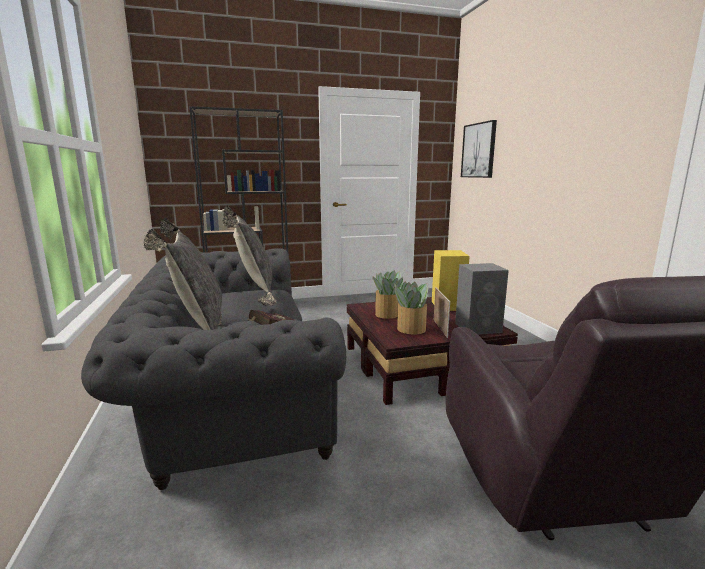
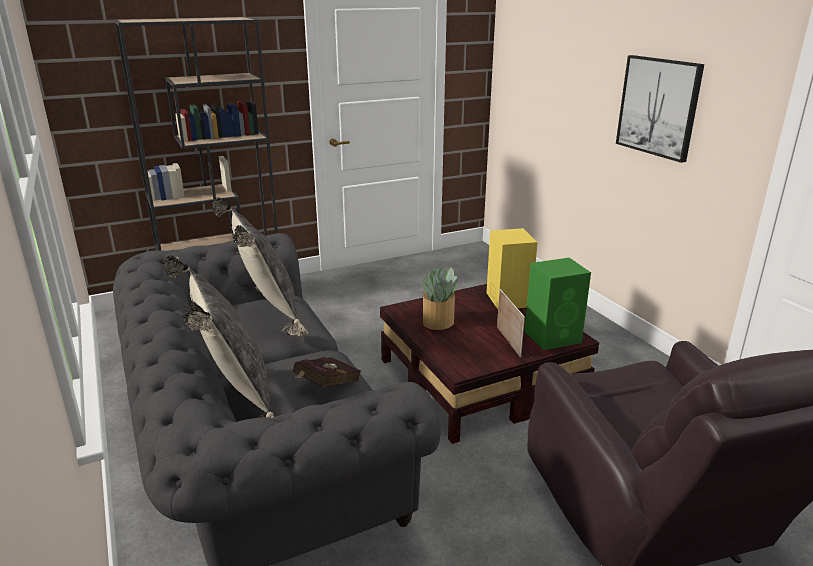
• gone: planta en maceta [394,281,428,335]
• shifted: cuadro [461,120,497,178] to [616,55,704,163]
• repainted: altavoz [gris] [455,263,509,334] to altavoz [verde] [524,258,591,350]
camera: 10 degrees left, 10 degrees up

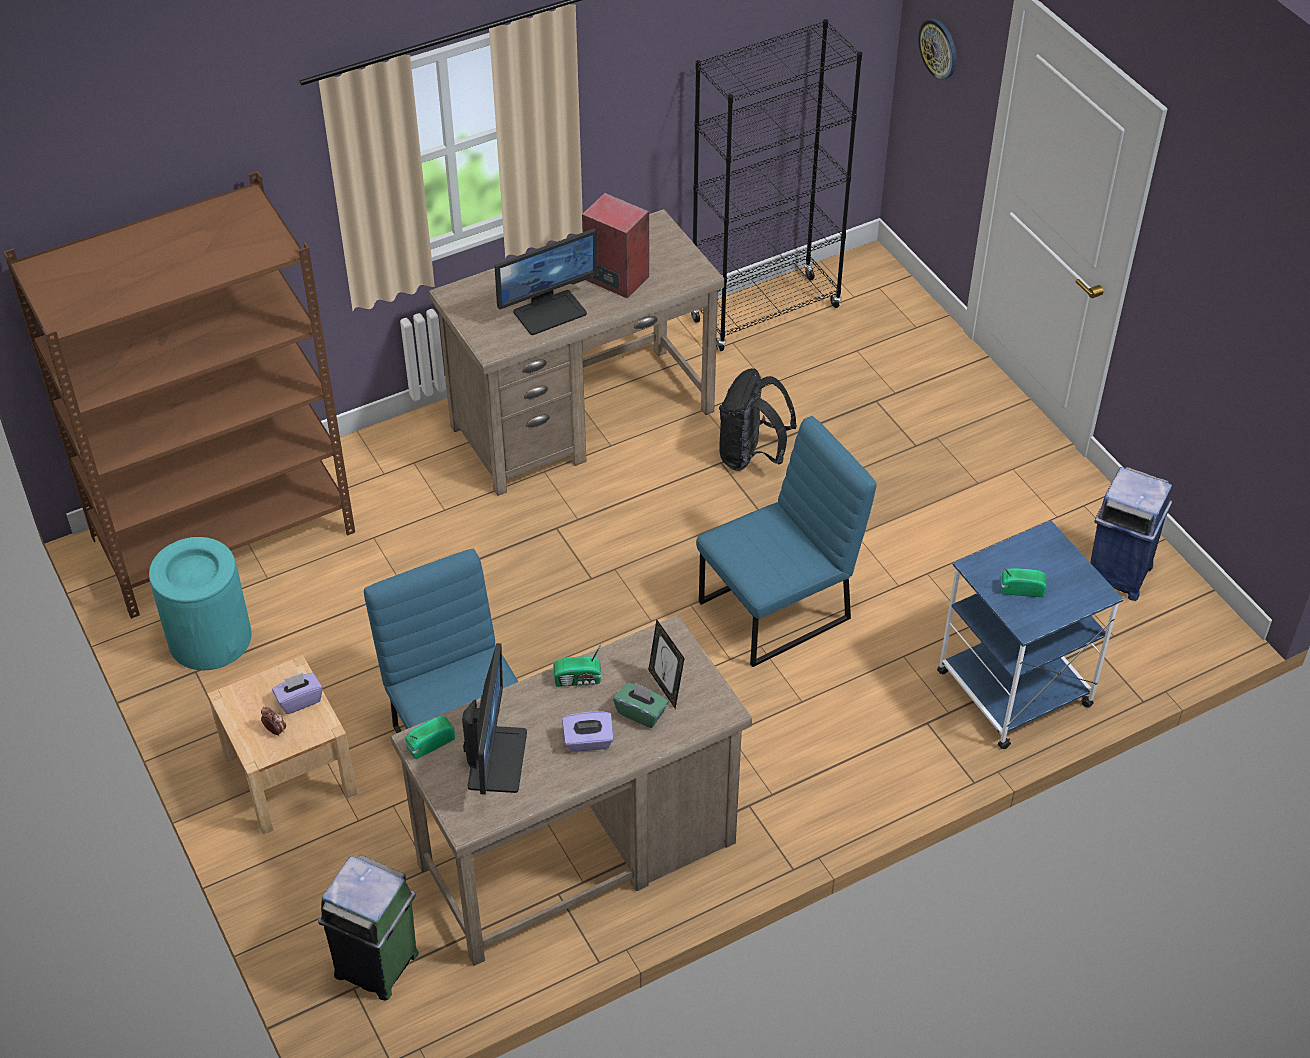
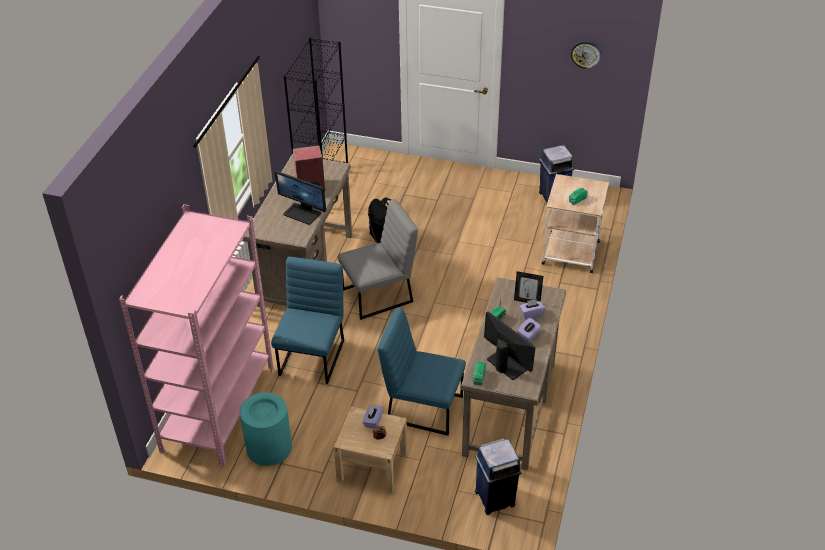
• new: silla [gris] [338,199,418,320]
• shifted: silla [azul] [696,416,877,667] to [271,257,344,384]
• shifted: reloj de pared [918,19,956,80] to [571,41,601,69]
• repainted: estantería [marrón] [4,171,355,619] to estantería [rosa] [119,204,274,467]
• repainted: papelera [verde] [318,855,419,1001] to papelera [azul] [475,438,522,515]
• repainted: caja de pañuelos [verde] [613,682,669,728] to caja de pañuelos [morado] [519,299,545,320]
• repainted: carrito [azul] [937,520,1123,749] to carrito [beis] [542,174,609,273]
• rotated: monitor [495,229,597,335] = [275,171,326,225] 105 degrees clockwise
camera: 45 degrees left, 5 degrees down

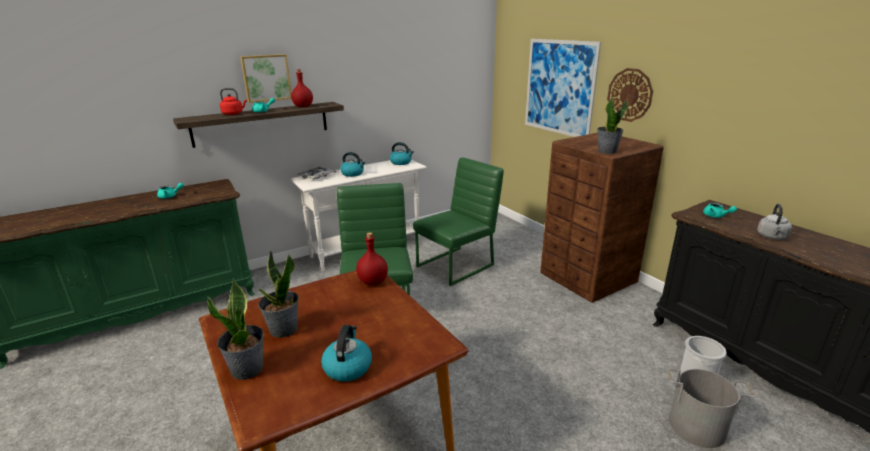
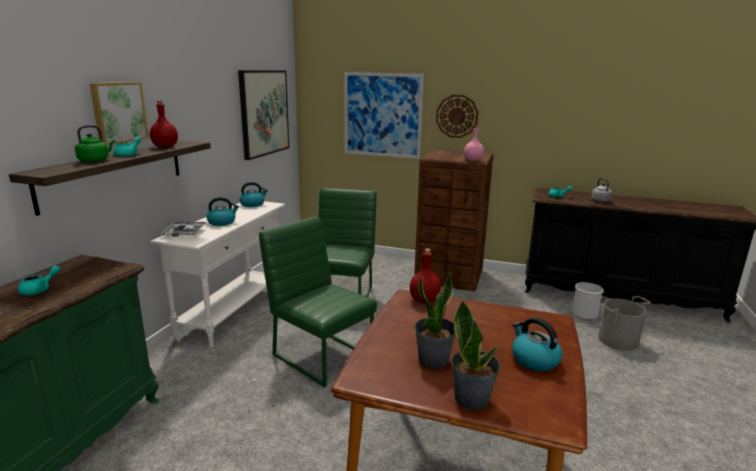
• new: cuadro [238,70,289,160]
• swapped: planta en maceta [597,97,628,154] to botella [rosa] [464,126,484,161]
• repainted: hervidor [rojo] [220,88,247,115] to hervidor [verde] [75,125,115,162]
camera: 40 degrees left, 5 degrees down

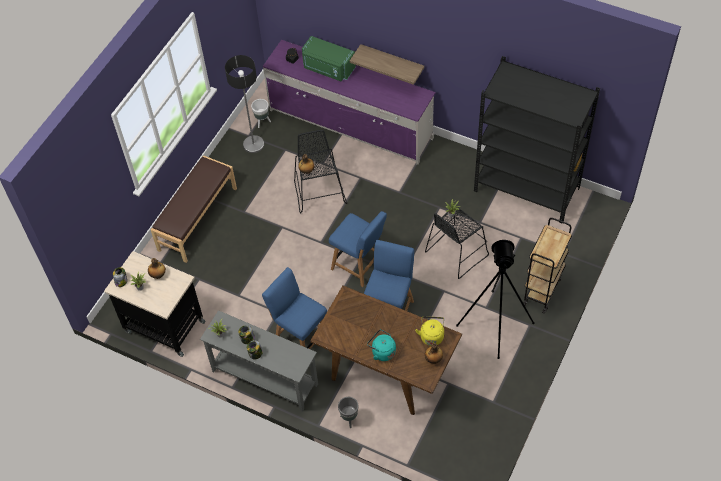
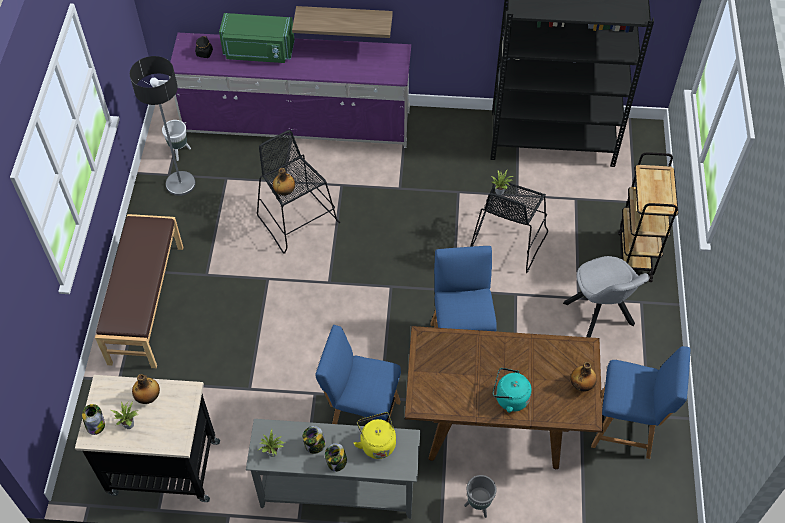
• shifted: silla [azul] [329,211,387,287] to [591,346,690,459]
• shifted: hervidor [amarillo] [415,316,444,346] to [354,412,396,459]
• swapped: lámpara de pie [negro] [456,240,535,359] to silla [gris] [563,256,650,338]
camera: 25 degrees left, 0 degrees up

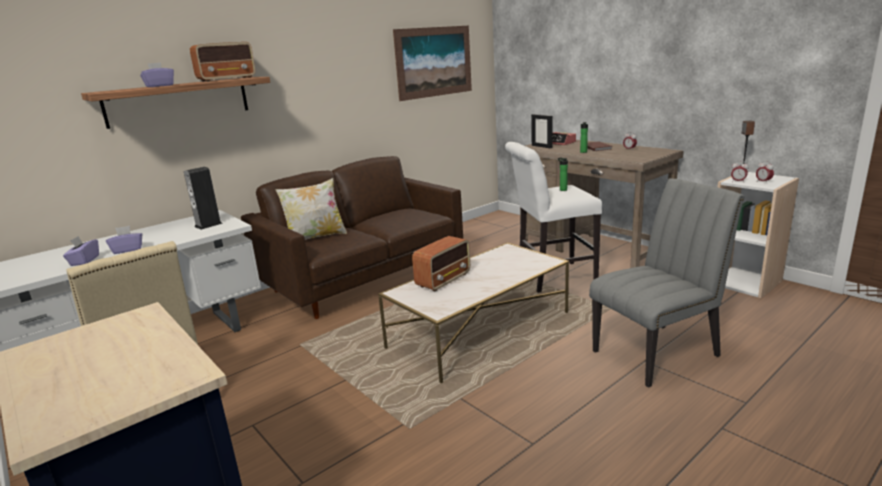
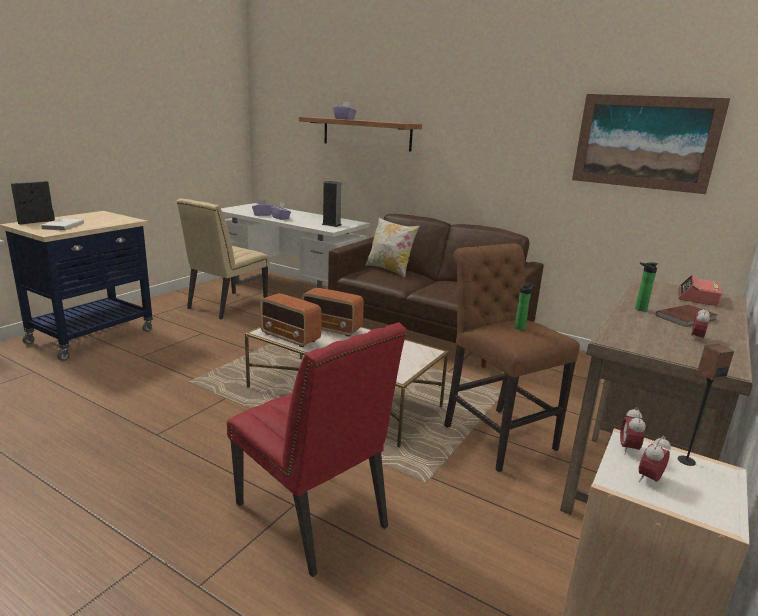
• new: libro [blanco] [42,218,84,231]
• shifted: radio [190,42,255,82] to [260,293,322,347]
• shifted: portarretratos [531,114,553,148] to [11,181,55,225]
• repainted: taburete [blanco] [505,142,602,293] to taburete [marrón] [444,243,580,472]
• repainted: silla [gris] [589,178,745,388] to silla [rojo] [227,322,407,577]
camera: 70 degrees right, 0 degrees up

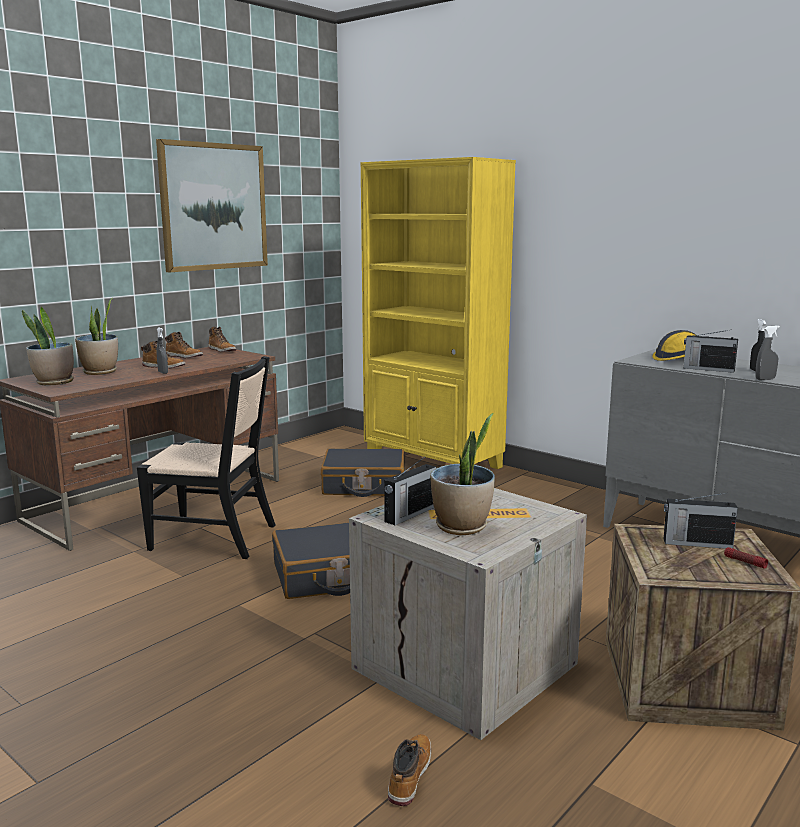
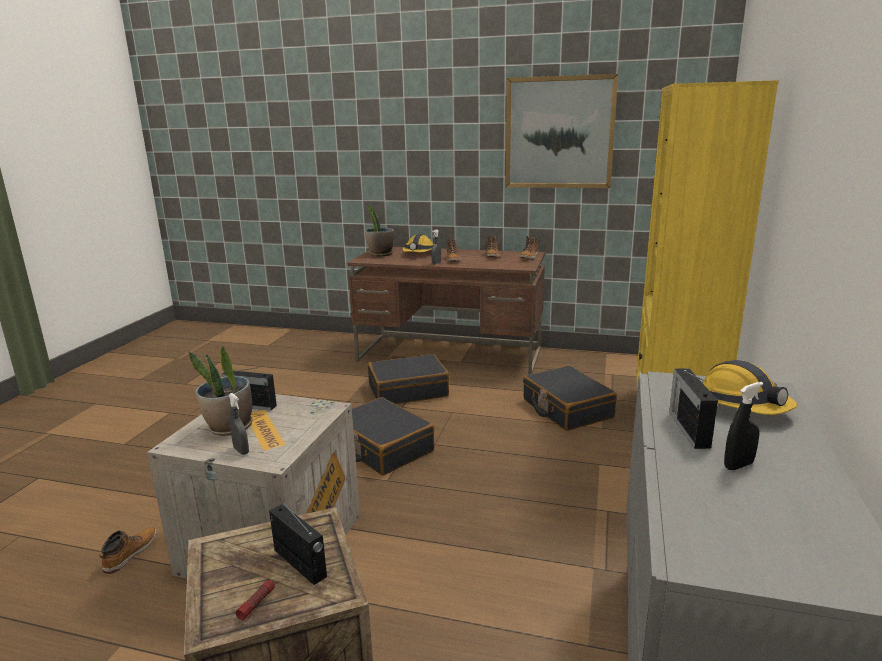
• shifted: pulverizador [gris] [756,326,780,380] to [229,393,249,455]
• swapped: planta en maceta [75,298,118,375] to casco [403,234,434,252]
• swapped: silla [137,356,276,559] to maleta [negro] [368,354,449,404]
• rotated: bota [388,734,431,806] = [99,527,157,574] 60 degrees counterclockwise
• rotated: radio [664,493,738,549] = [269,499,327,585] 150 degrees clockwise
camera: 65 degrees right, 5 degrees up

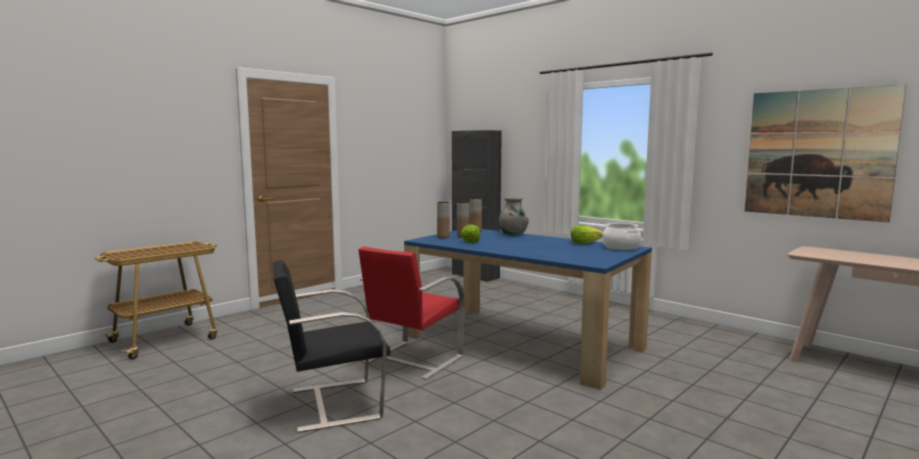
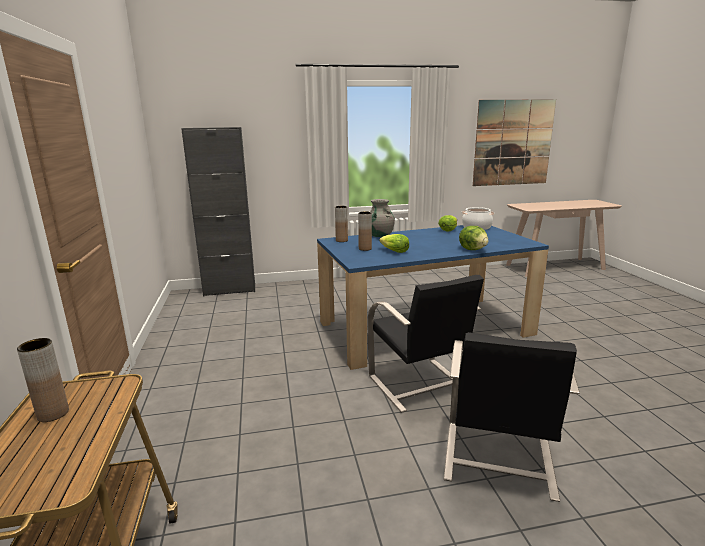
• new: lechuga [459,226,488,250]
• shifted: florero [marrón] [437,202,450,238] to [17,338,69,422]
• repainted: silla [rojo] [358,247,465,380] to silla [negro] [367,275,484,413]
camera: 55 degrees left, 10 degrees up

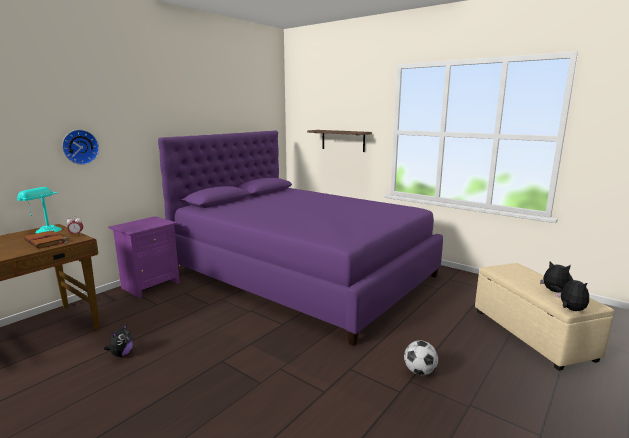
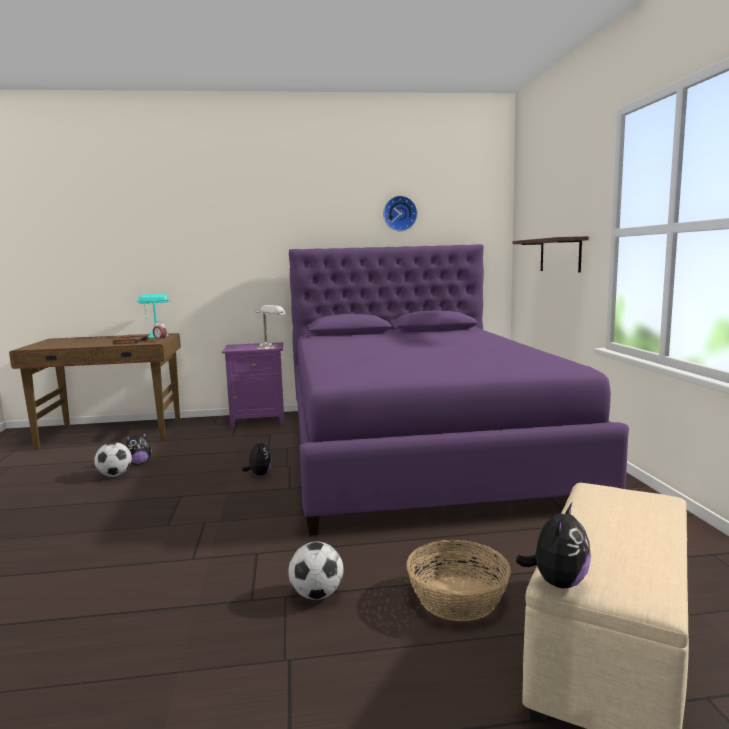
• new: balón de fútbol [94,442,132,477]
• new: lámpara de mesa [blanco] [255,305,286,349]
• new: cesta [406,540,511,621]
• shifted: reloj de pared [62,130,99,165] to [383,196,418,232]
• shifted: peluche [540,261,571,292] to [242,439,272,475]
camera: 45 degrees right, 5 degrees down

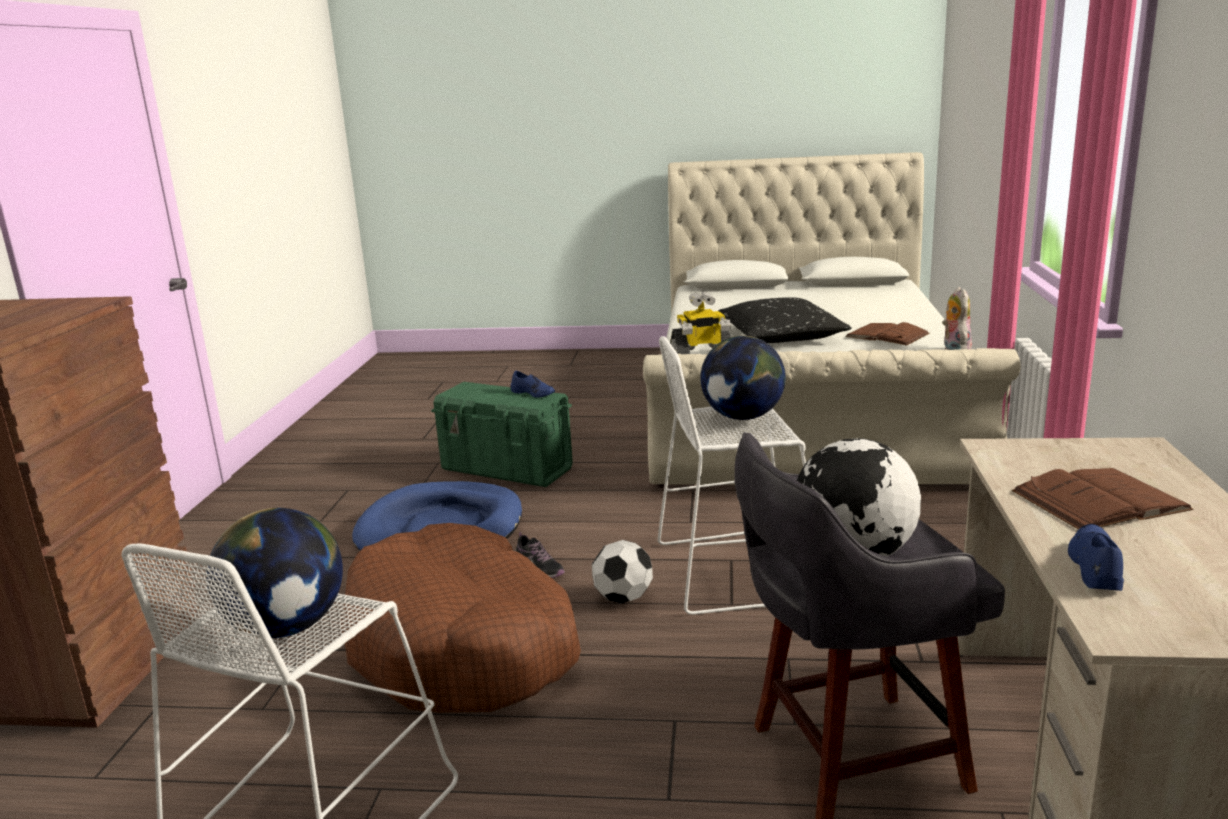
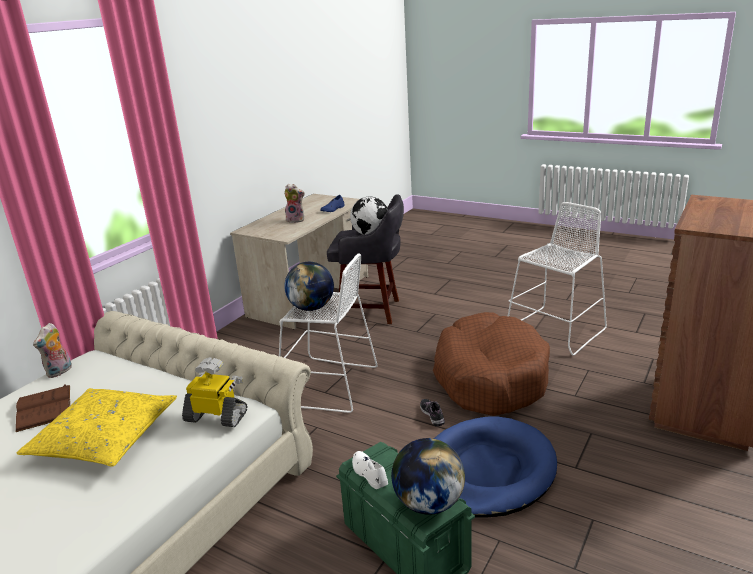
• gone: balón de fútbol [592,540,653,604]
• shifted: globo terráqueo [206,508,343,638] to [391,438,465,515]
• swapped: libro [marrón] [1012,468,1193,530] to peluche [284,184,305,223]
• repainted: zapato [azul] [511,371,555,398] to zapato [blanco] [352,451,388,489]
• repainted: cojín [negro] [718,297,852,343] to cojín [amarillo] [17,388,177,467]
camera: 155 degrees left, 5 degrees up

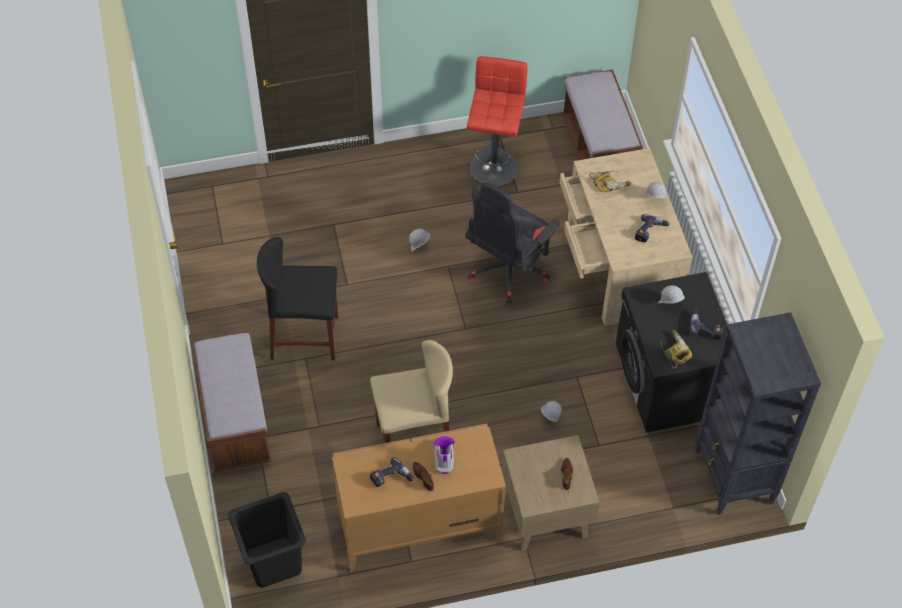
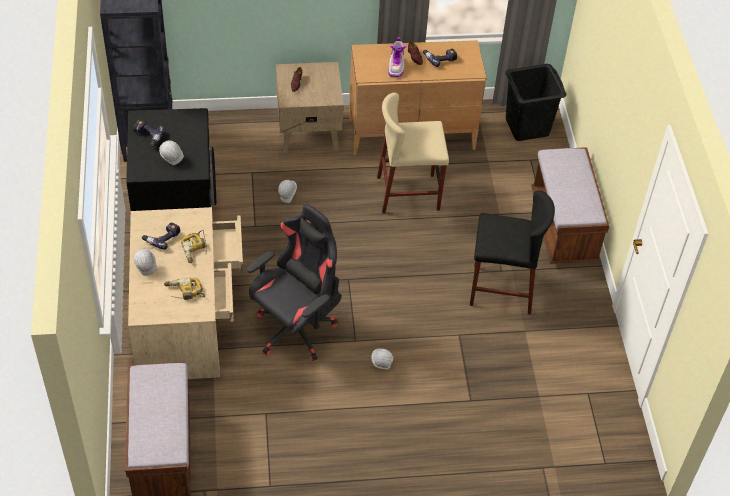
• gone: taburete [rojo] [467,56,528,186]
• shifted: taladro [661,330,692,369] to [181,230,207,263]
camera: 175 degrees left, 5 degrees down

